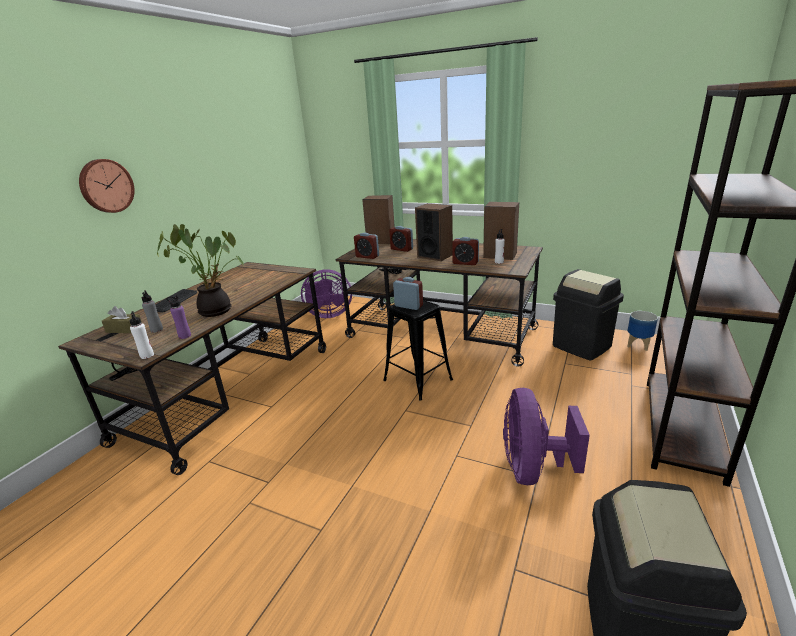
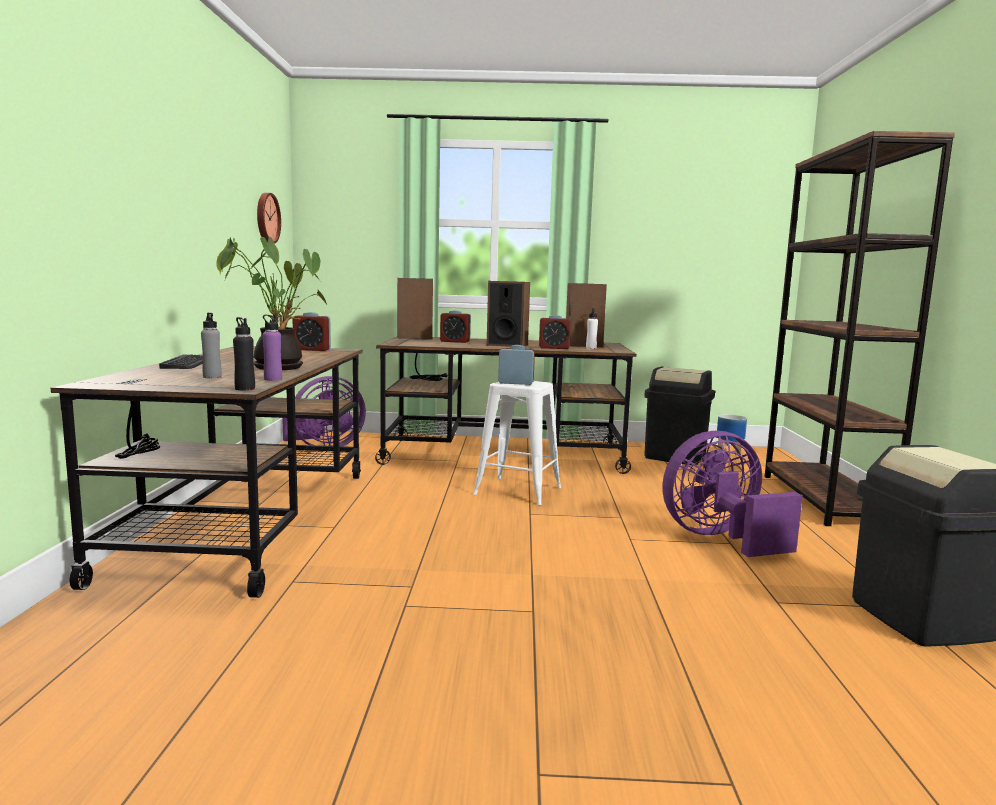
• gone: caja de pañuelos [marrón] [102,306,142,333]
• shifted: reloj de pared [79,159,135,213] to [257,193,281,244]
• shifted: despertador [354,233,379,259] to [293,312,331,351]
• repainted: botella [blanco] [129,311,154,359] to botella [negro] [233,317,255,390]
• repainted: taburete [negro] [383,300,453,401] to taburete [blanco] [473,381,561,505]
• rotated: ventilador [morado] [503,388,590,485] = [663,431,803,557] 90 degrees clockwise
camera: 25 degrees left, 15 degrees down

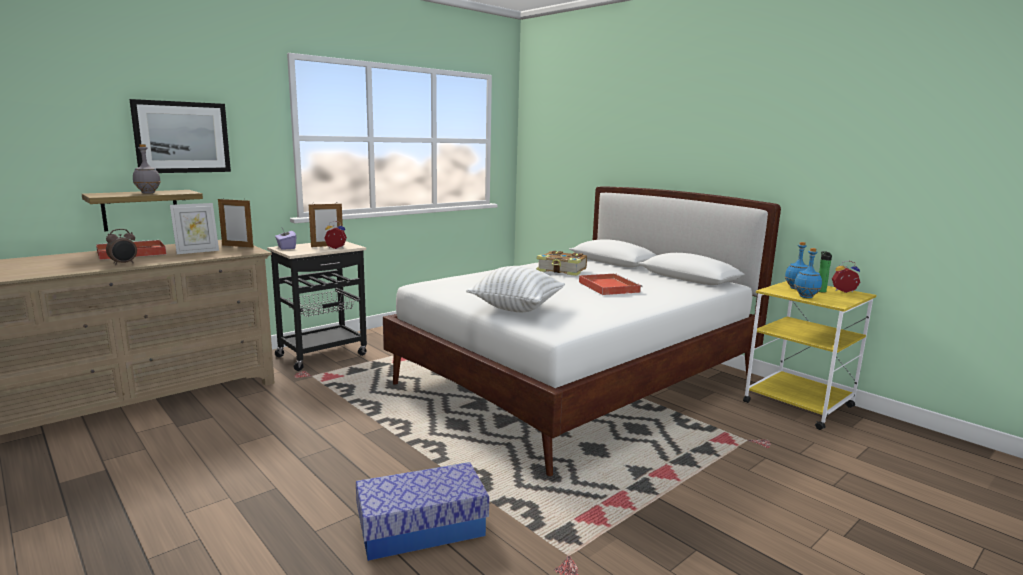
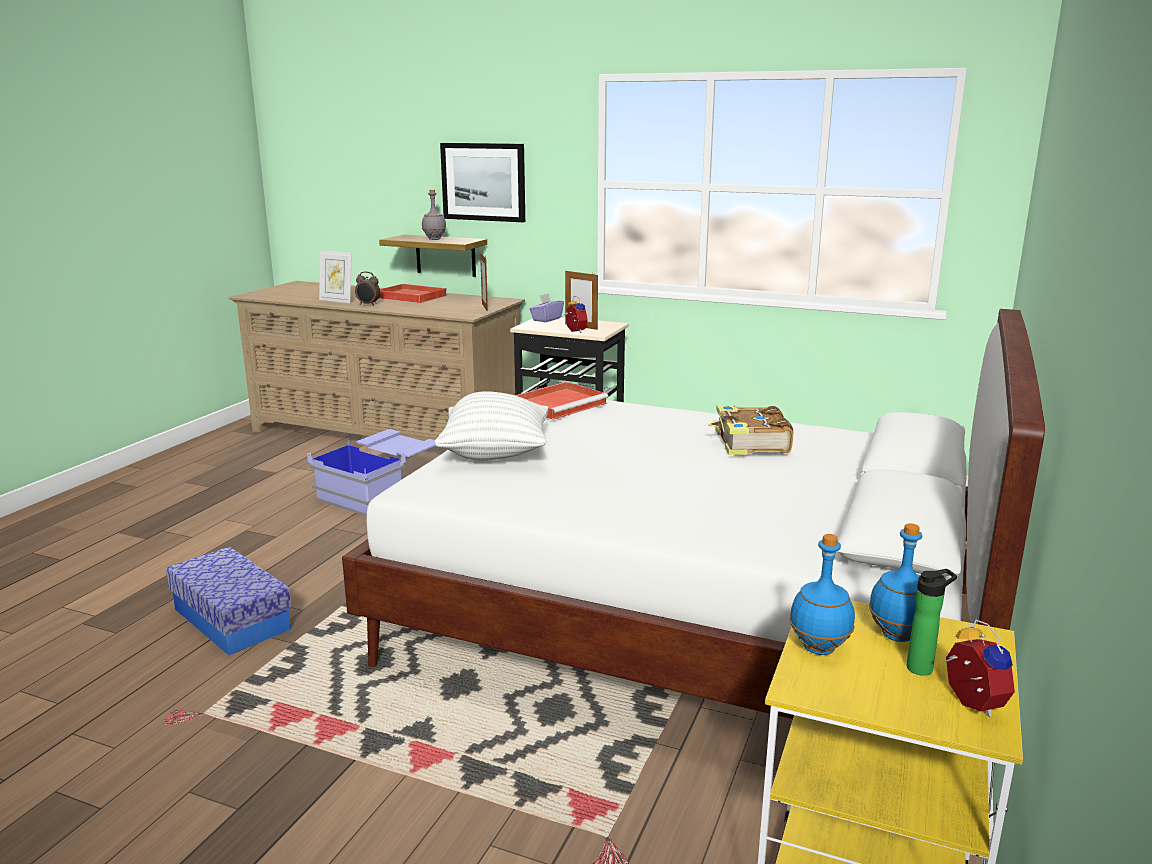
• new: caja de almacenaje [azul] [307,429,435,516]
• shifted: portarretratos [170,203,219,254] to [319,250,352,303]
• shifted: bandeja [rojo] [579,273,642,295] to [515,382,608,420]
camera: 65 degrees right, 5 degrees up

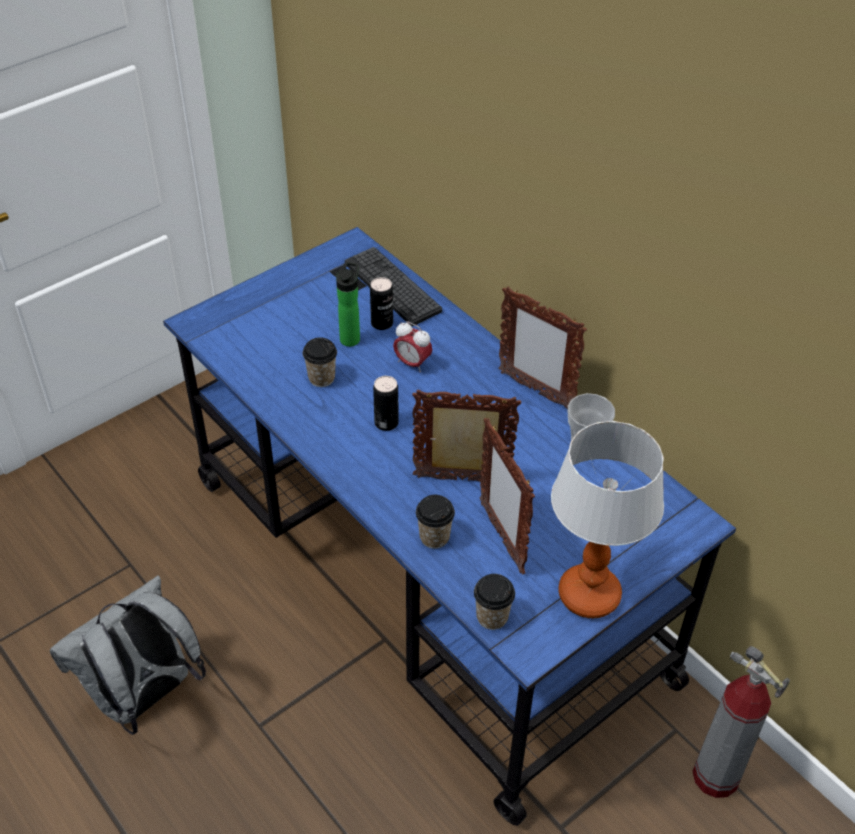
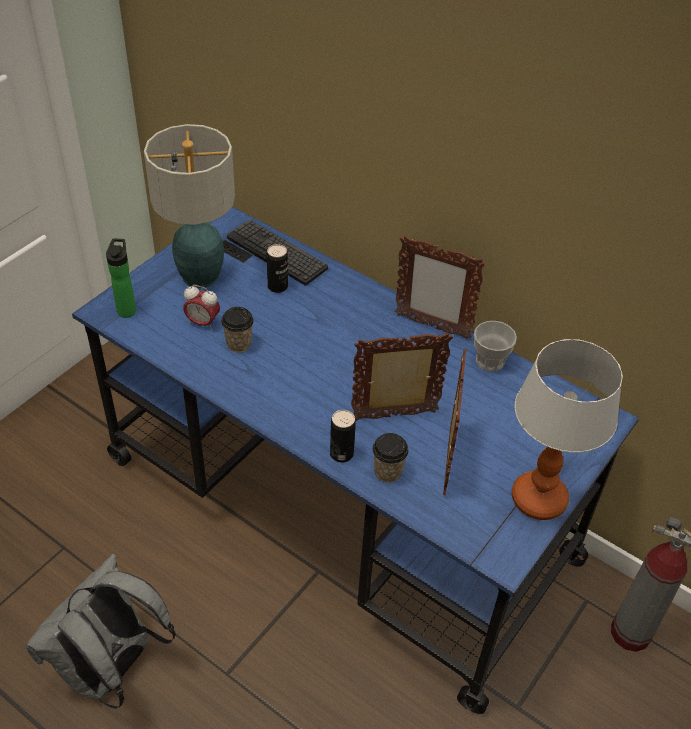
• gone: taza [474,574,515,630]
• new: lámpara de mesa [144,124,235,288]
• shifted: botella [336,262,360,347] to [106,239,136,318]
• shifted: lata [373,376,399,431] to [330,410,356,463]
• shifted: despertador [393,321,432,373] to [183,285,220,330]
• rotated: portarretratos [480,418,535,574] = [443,348,466,495] 135 degrees counterclockwise
camera: 15 degrees left, 0 degrees up

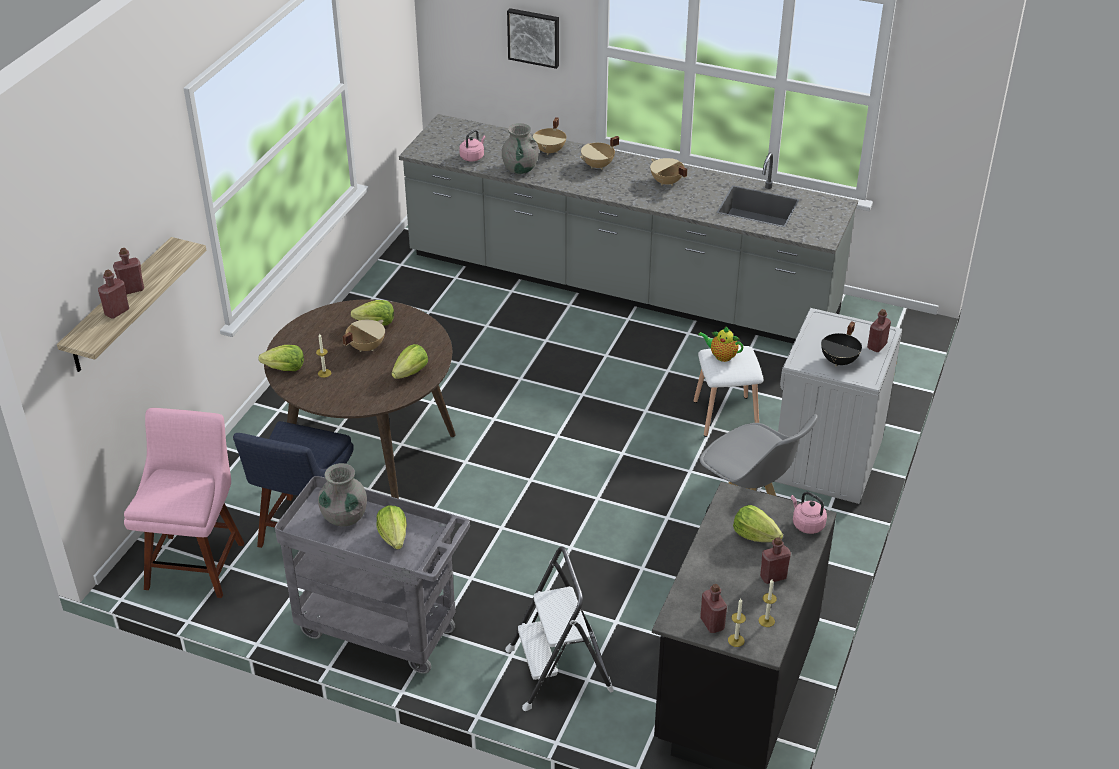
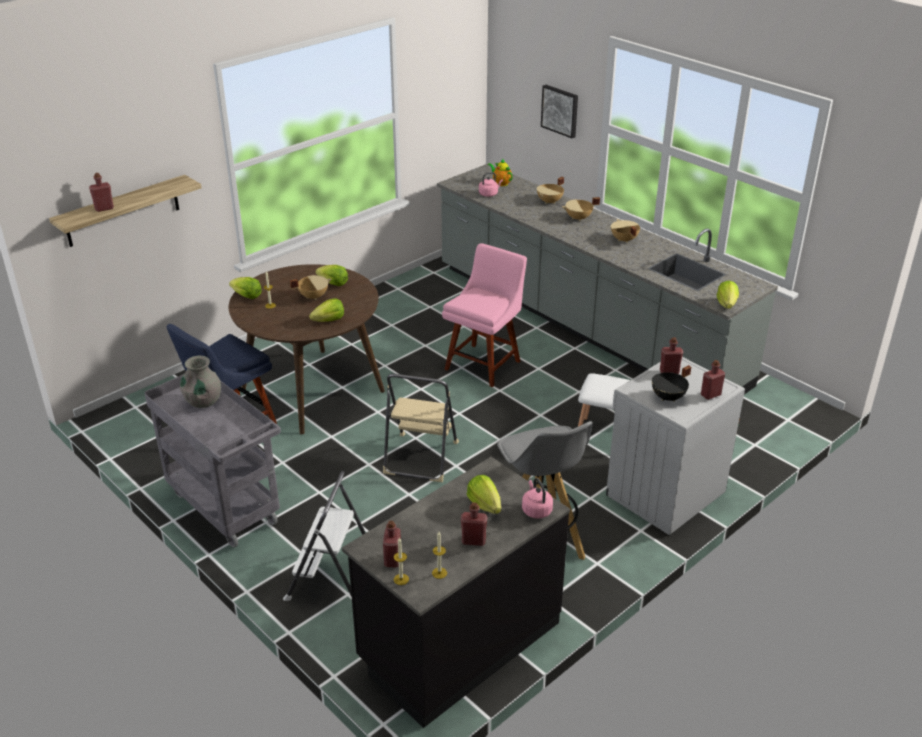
• gone: florero [gris] [502,123,539,174]
• new: escalera de tijera [beis] [383,374,459,482]
• shifted: botella [rojo] [113,248,144,295] to [660,337,683,374]
• shifted: silla [rosa] [124,408,244,598] to [442,243,527,387]
• shifted: lechuga [376,506,407,549] to [717,281,739,309]
• shifted: tetera [698,326,743,362] to [488,158,513,186]
camera: 25 degrees right, 5 degrees down

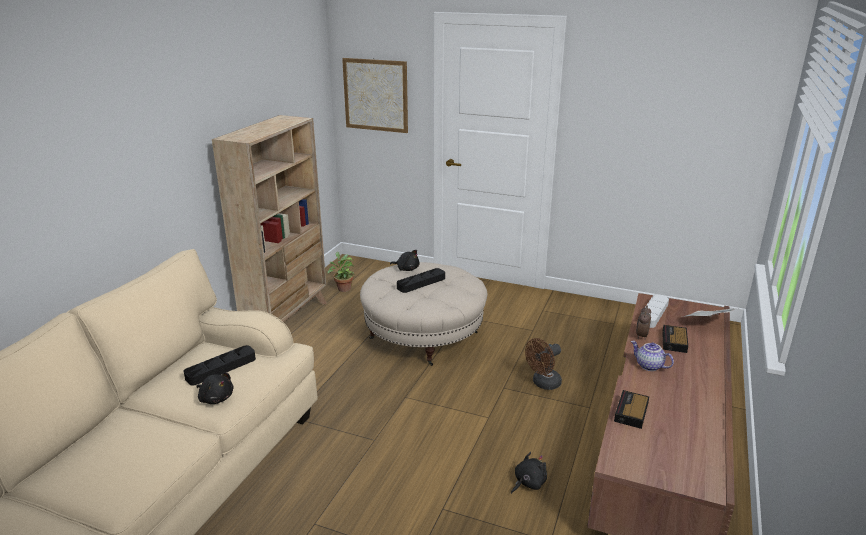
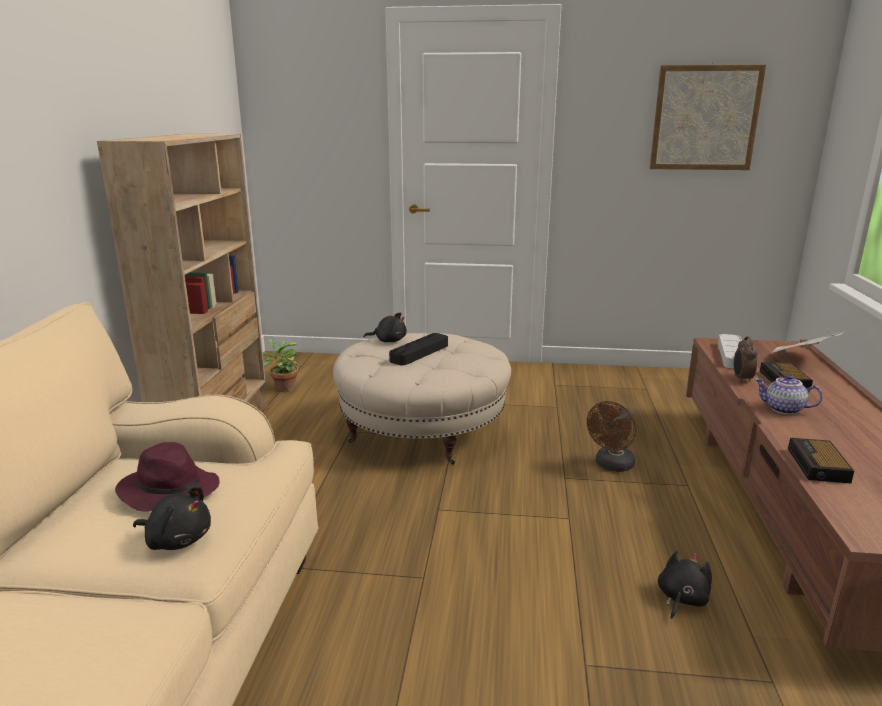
• shifted: cuadro [342,58,408,133] to [650,62,766,170]
• swapped: bandeja [negro] [184,345,256,385] to sombrero [morado] [115,442,220,512]
camera: 15 degrees left, 5 degrees down

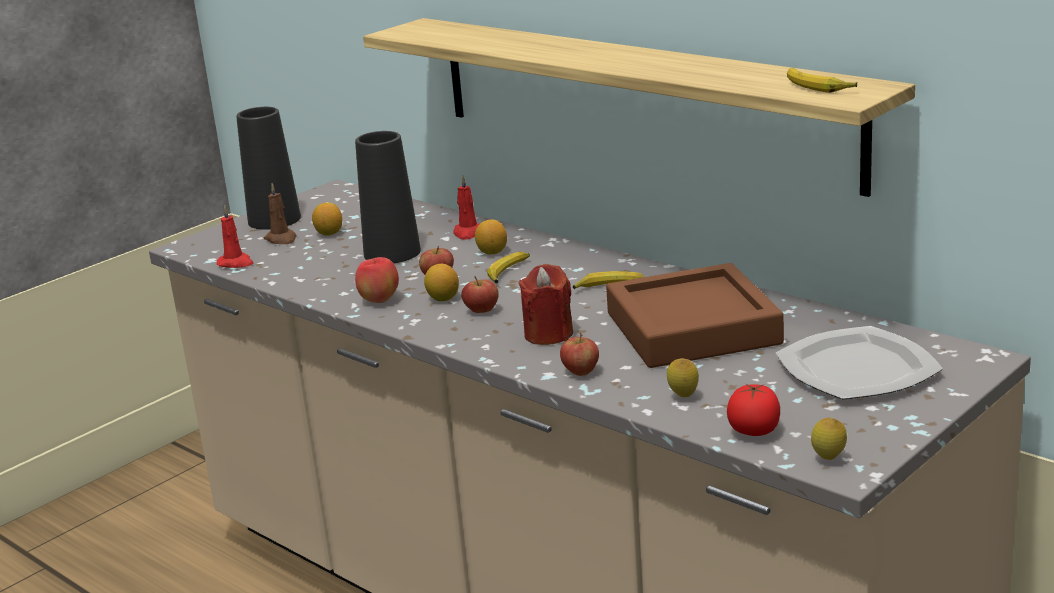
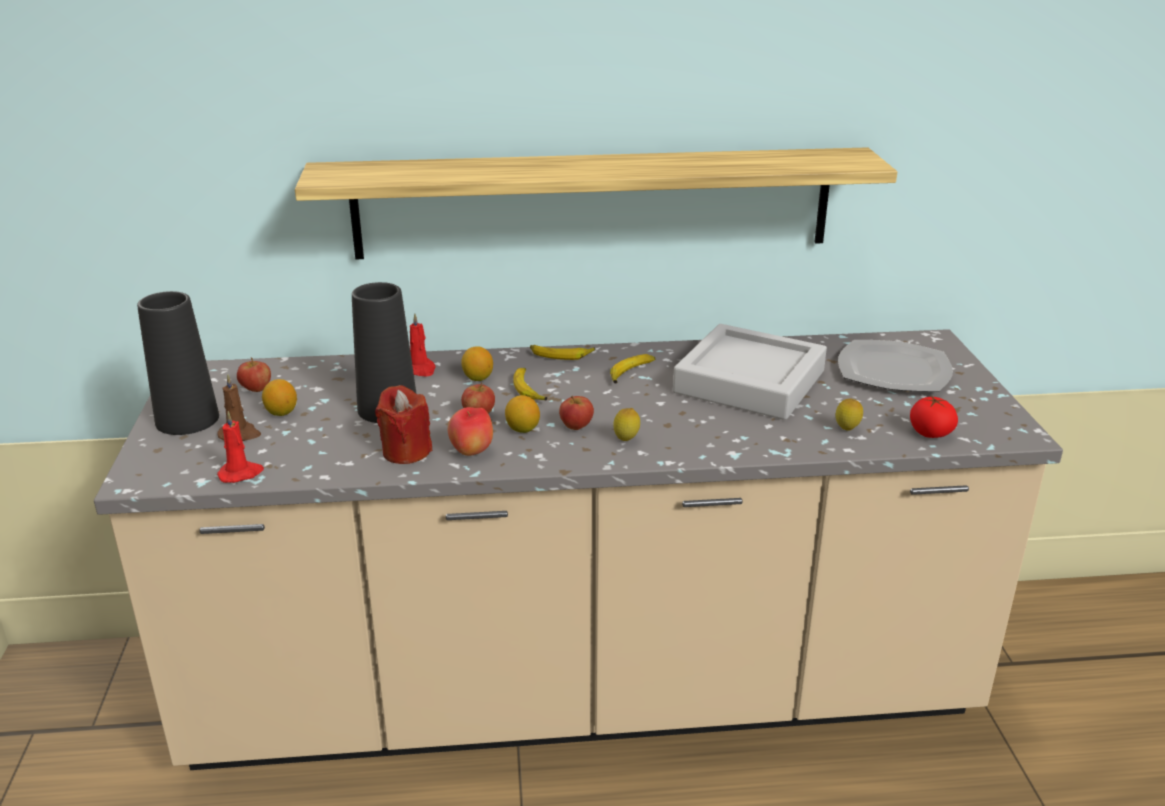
• shifted: vela [rojo] [518,264,573,345] to [375,385,433,464]
• shifted: manzana [560,333,599,376] to [237,357,271,392]
• shifted: plátano [787,68,857,93] to [530,345,595,360]
• shifted: limón [811,417,847,460] to [613,408,640,441]
• repainted: bandeja [marrón] [606,263,784,368] to bandeja [gris] [673,324,827,420]
camera: 50 degrees left, 5 degrees up

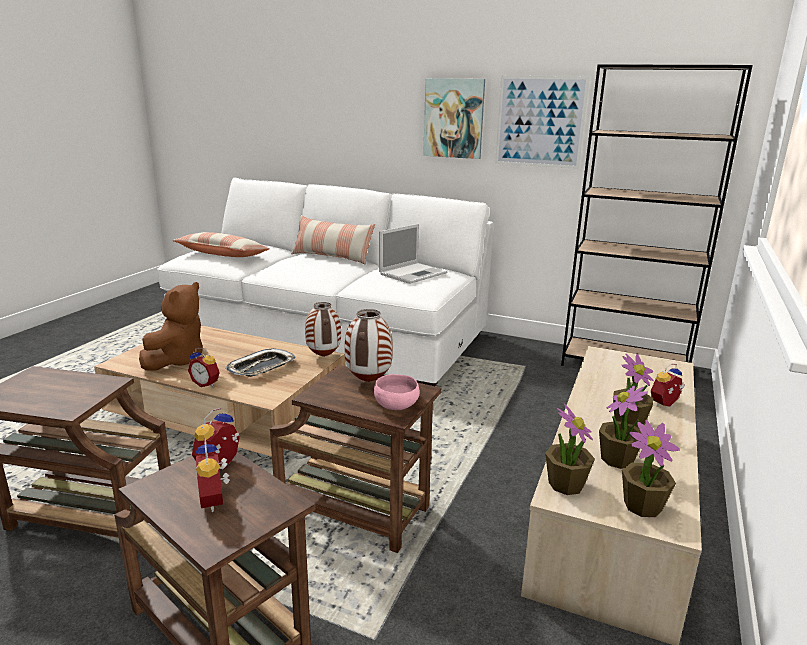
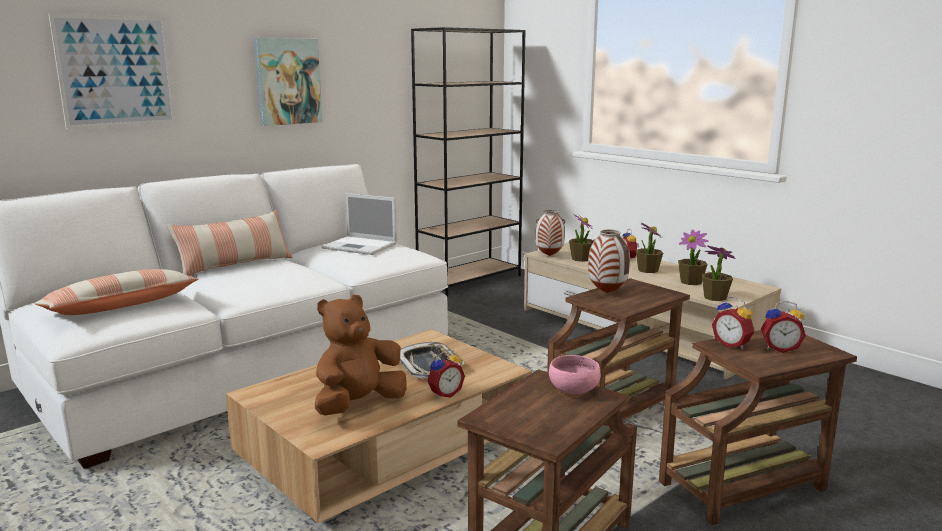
• shifted: florero [305,302,341,357] to [535,210,565,256]
• shifted: cuenco [rosa] [374,374,420,410] to [549,355,601,394]
• shifted: cuadro [495,76,590,169] to [49,14,176,129]
• shifted: planta en maceta [622,420,680,517] to [569,213,593,262]
• rotated: peluche [marrón] [139,282,203,371] = [315,295,407,416] 90 degrees counterclockwise
• rotated: portátil [379,224,448,284] = [321,193,397,255] 135 degrees clockwise
camera: 65 degrees left, 5 degrees down

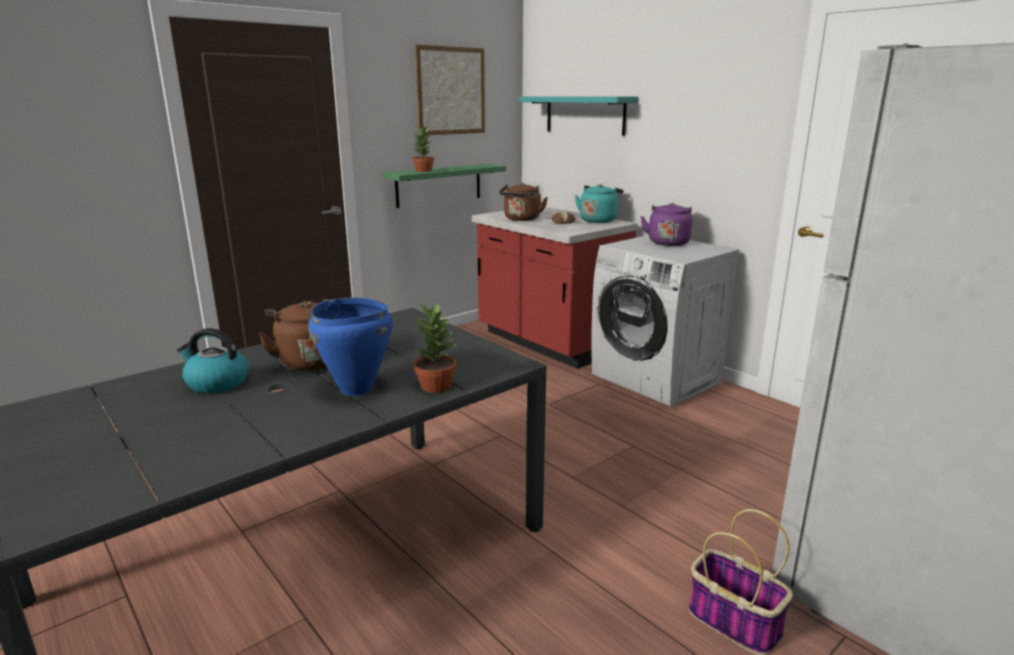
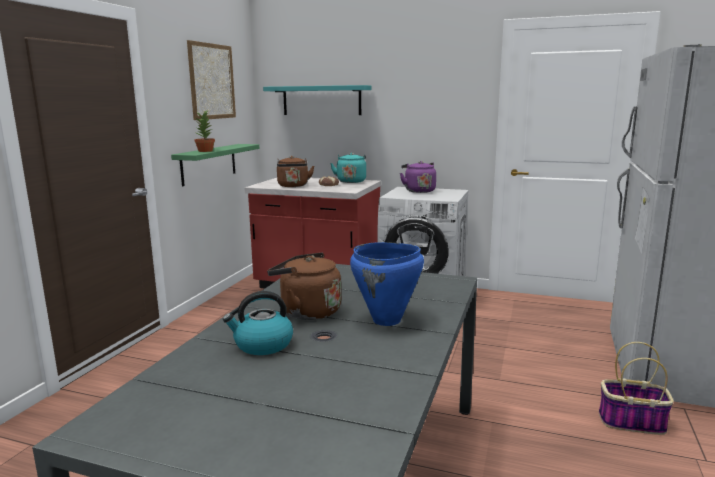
• gone: planta en maceta [413,303,456,393]
camera: 30 degrees left, 5 degrees down

